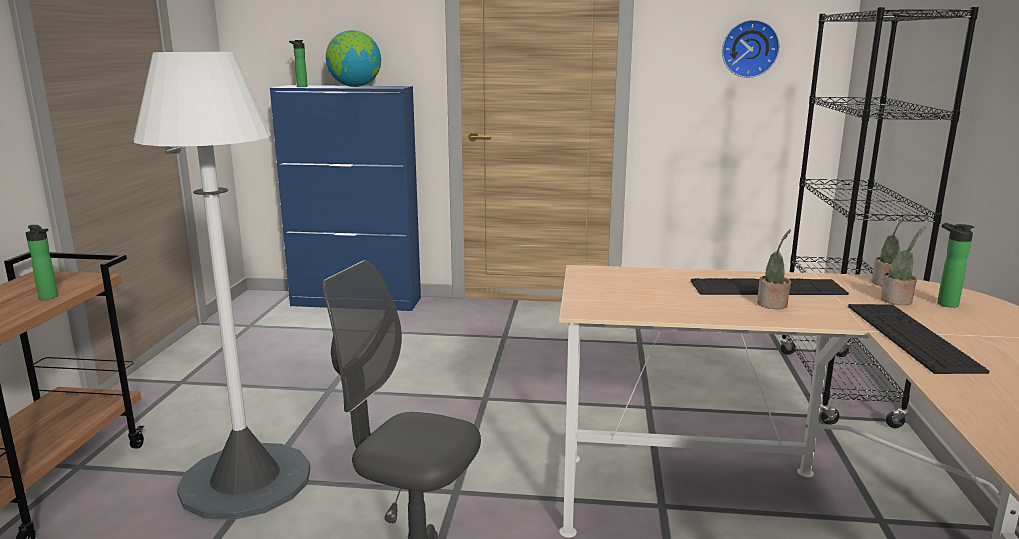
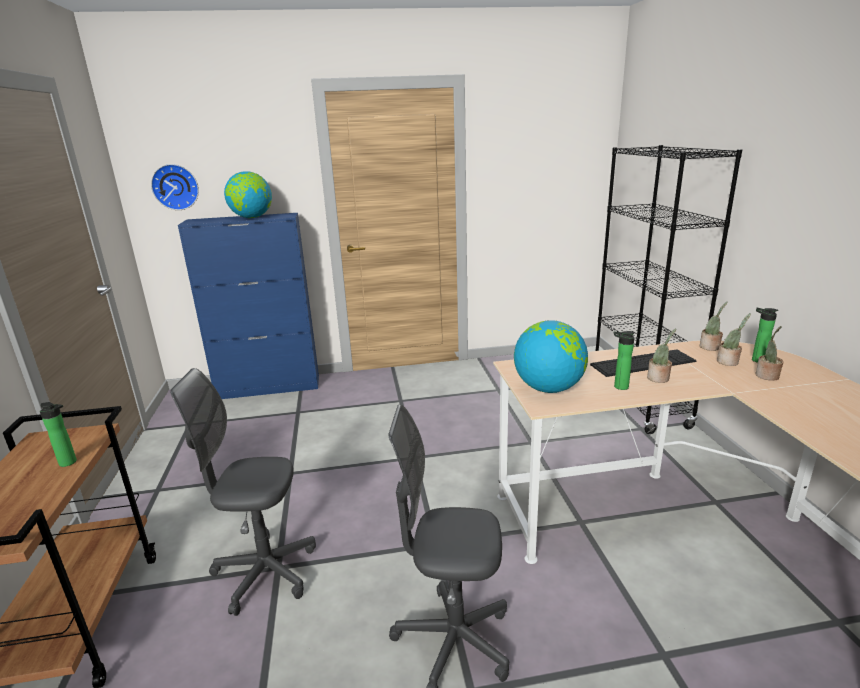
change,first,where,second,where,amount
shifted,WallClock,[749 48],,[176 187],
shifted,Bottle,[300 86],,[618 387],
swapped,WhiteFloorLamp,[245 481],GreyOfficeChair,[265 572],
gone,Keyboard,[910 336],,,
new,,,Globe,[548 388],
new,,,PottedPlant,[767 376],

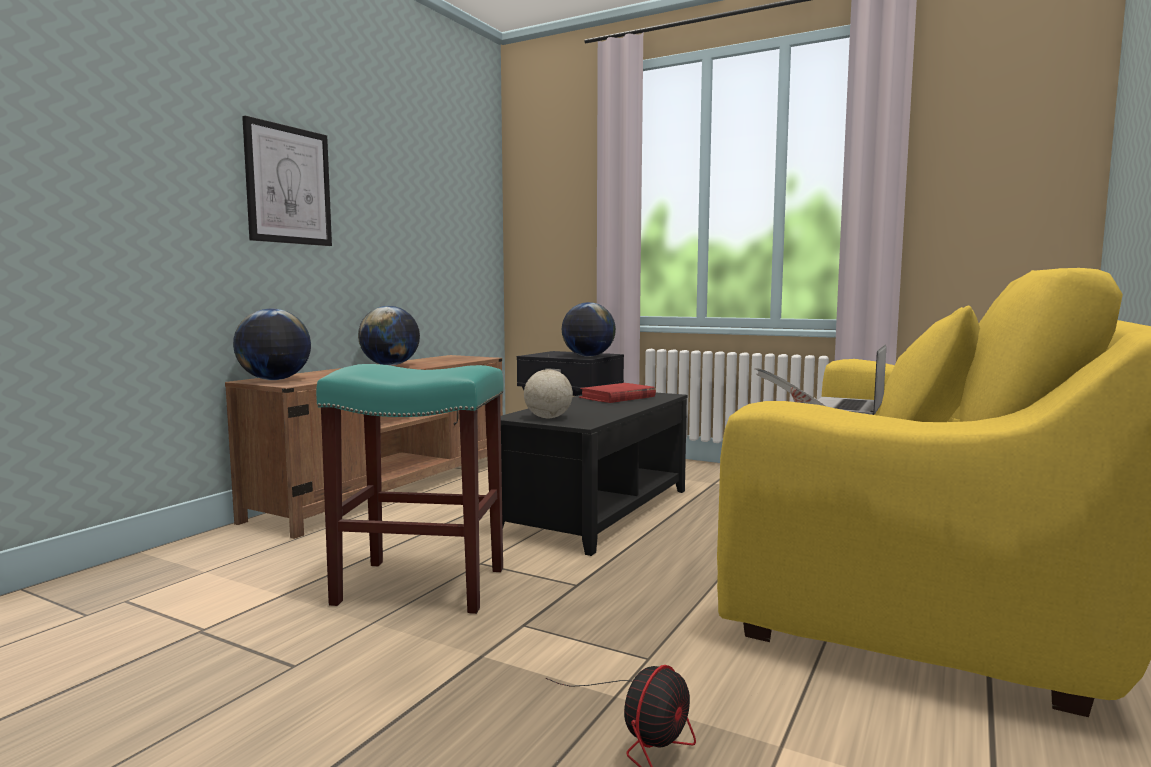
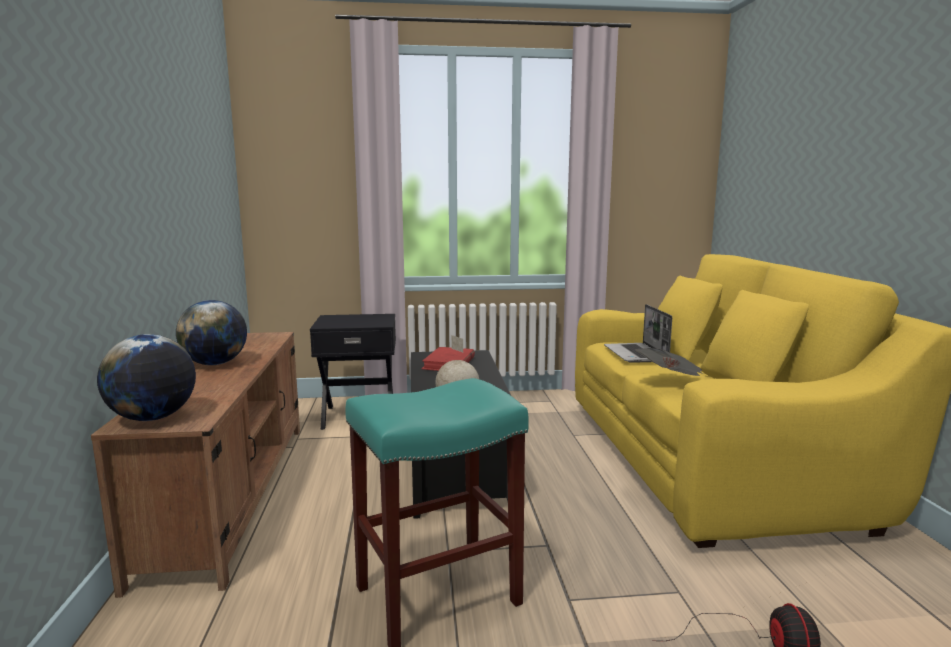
change,first,where,second,where,amount
gone,Picture,[288 185],,,
gone,Globe,[588 356],,,

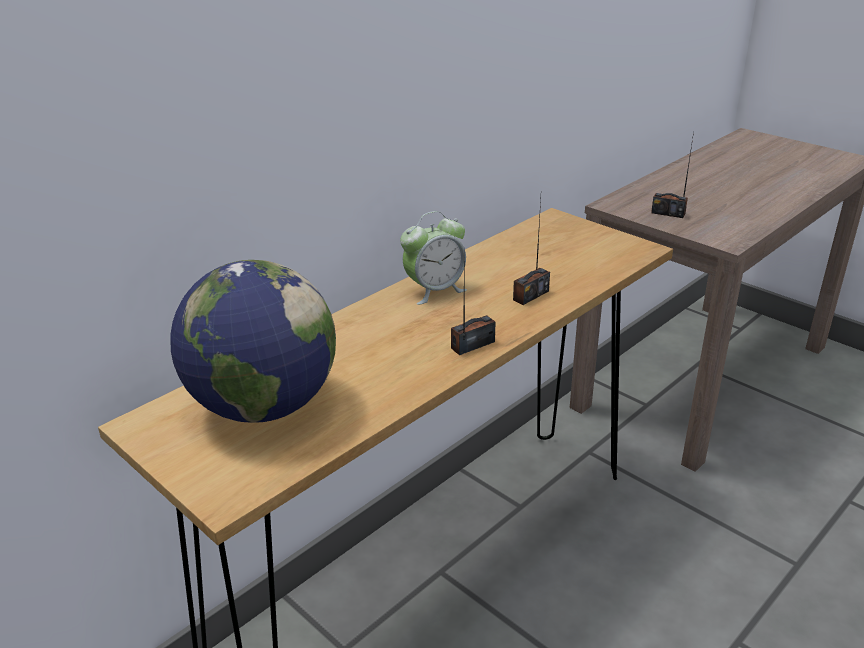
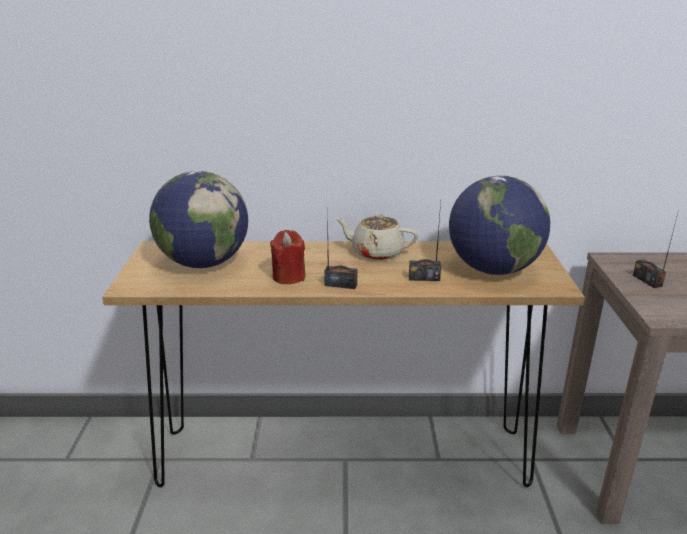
change,first,where,second,where,amount
swapped,AlarmClock,[434 290],BeigeTeapot,[376 252],
new,,,Globe,[493 269],
new,,,RedCandle,[289 277],

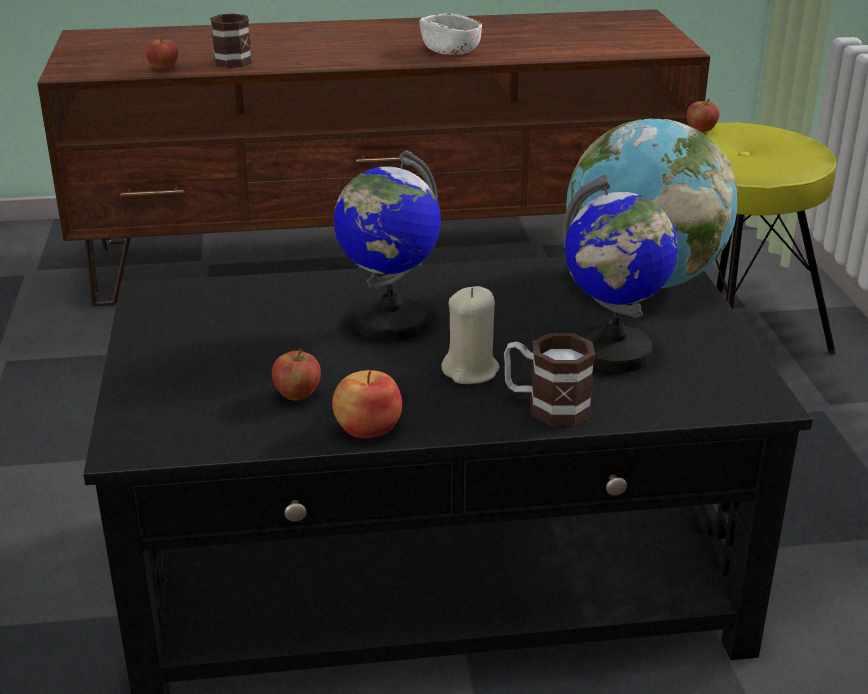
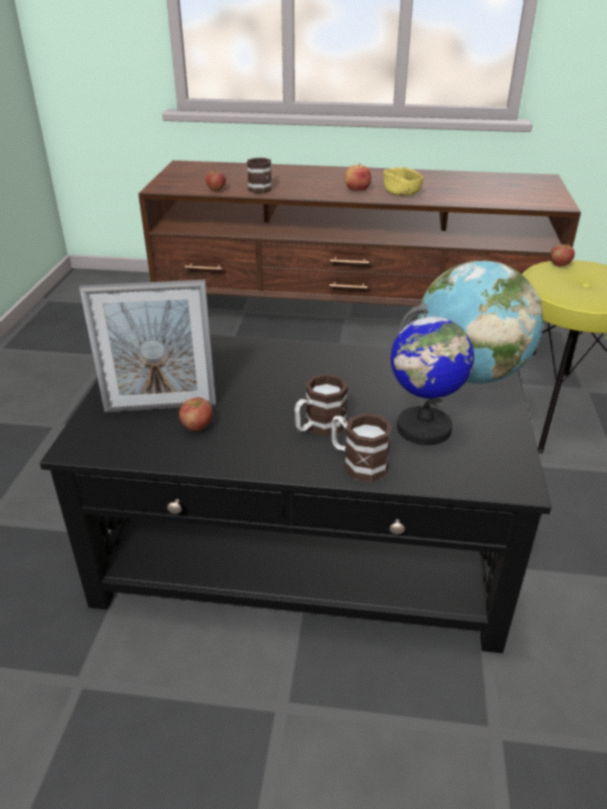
change,first,where,second,where,amount
repainted,WhiteBowl,[450 51],YellowBowl,[401 193],
gone,Globe,[389 323],,,
swapped,BeigeCandle,[471 371],Mug,[318 427],
shifted,Apple,[367 428],,[357 189],
new,,,PictureFrame,[160 407],

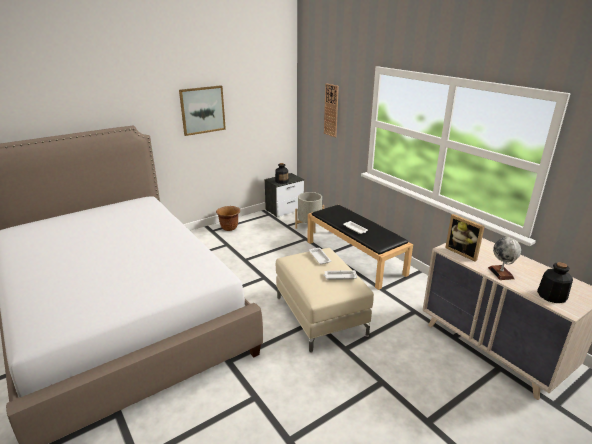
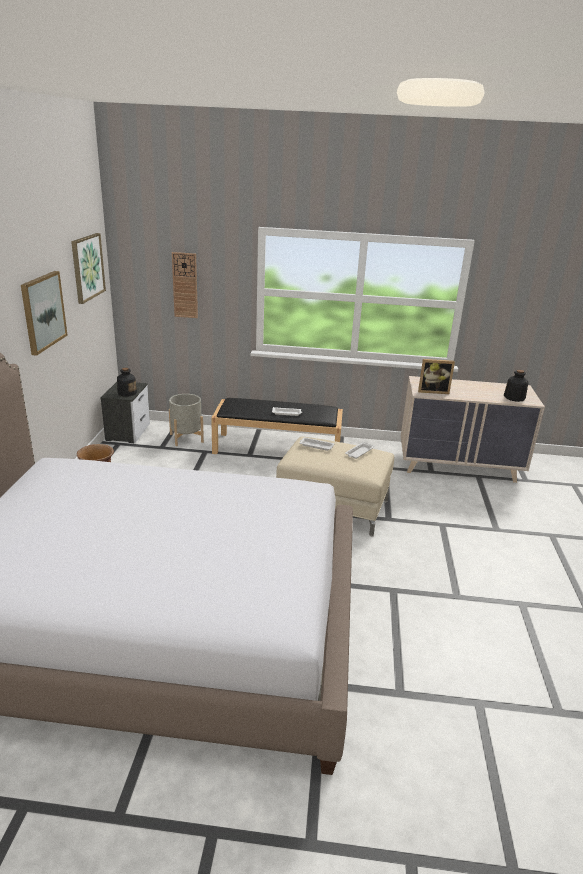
change,first,where,second,where,amount
gone,Globe,[501 273],,,
new,,,Picture,[87 267],

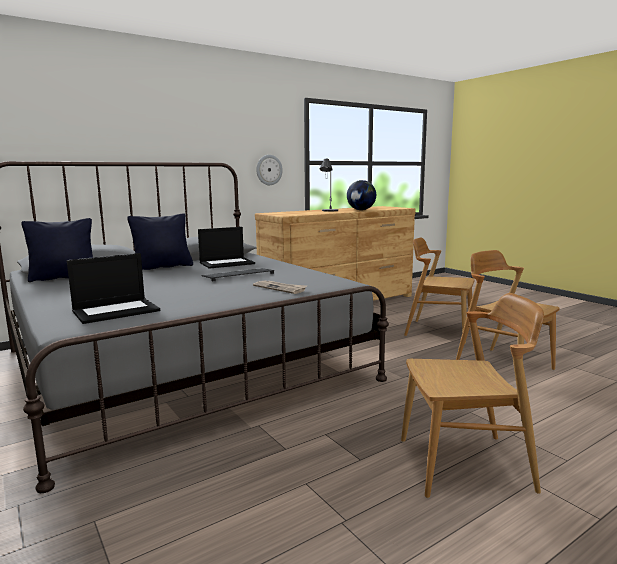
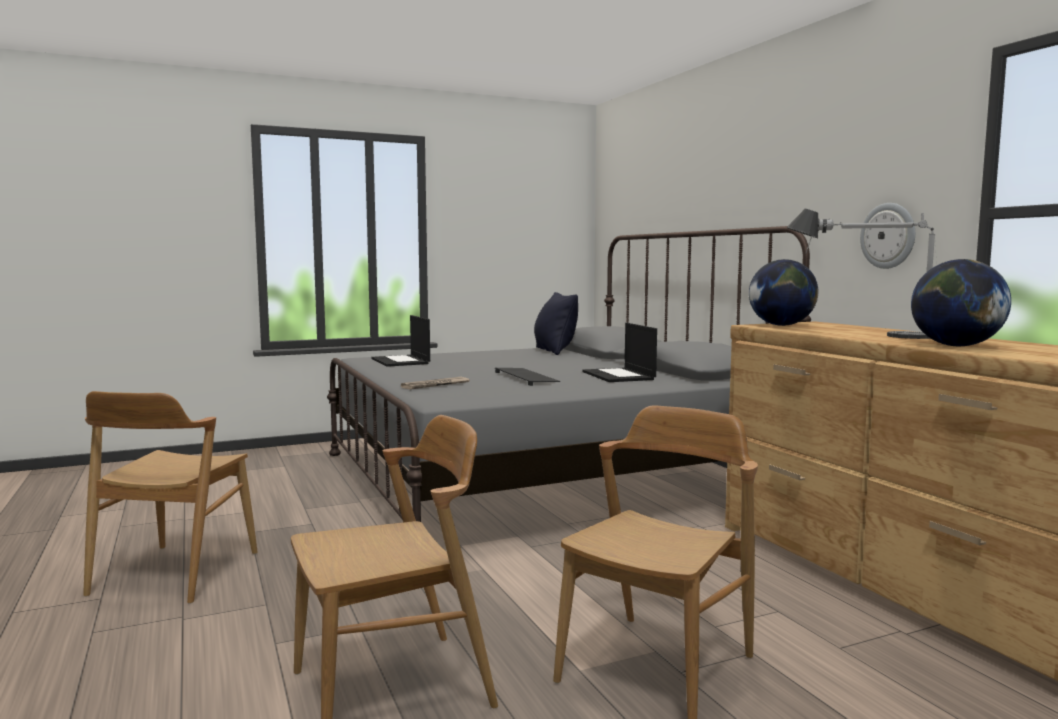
change,first,where,second,where,amount
gone,BlackPillow,[163 267],,,
new,,,Globe,[781 325],

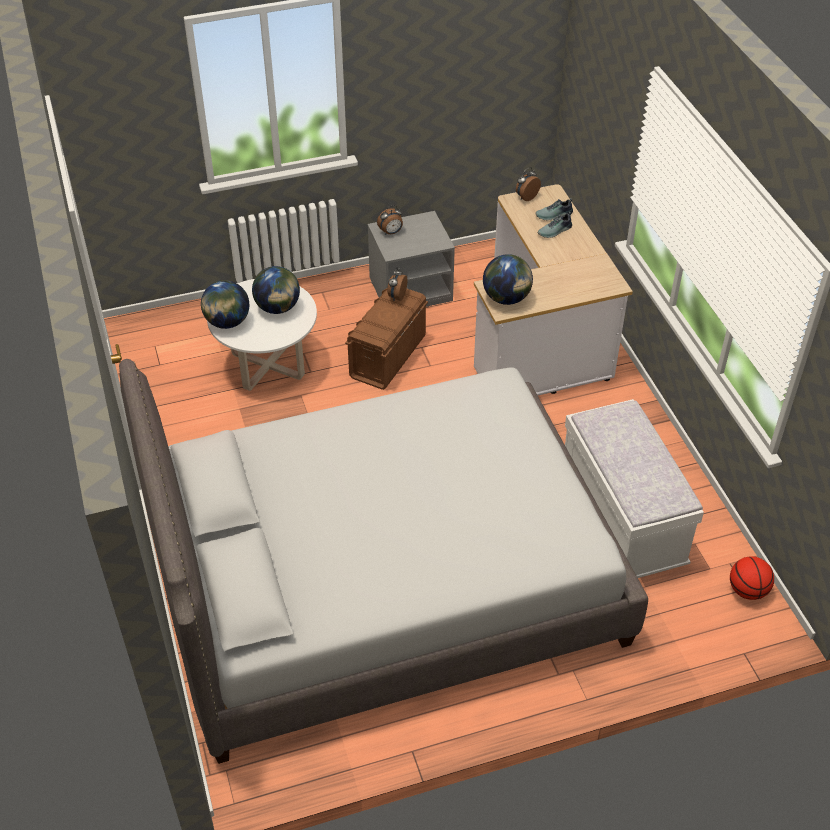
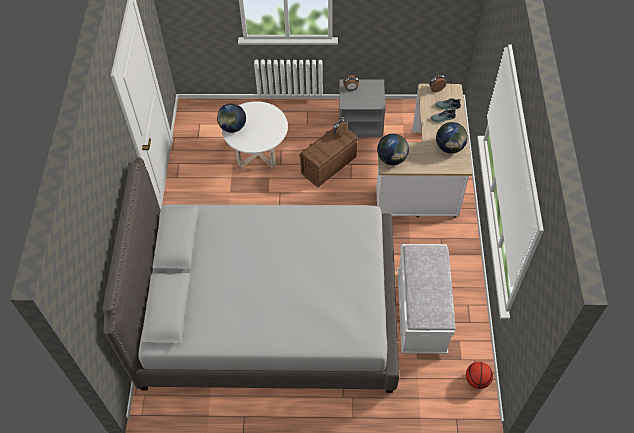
change,first,where,second,where,amount
shifted,Globe,[278 308],,[449 147],

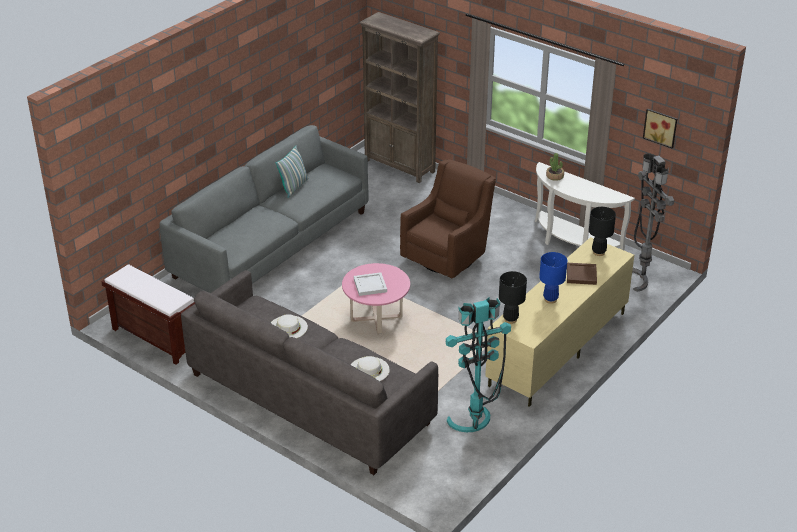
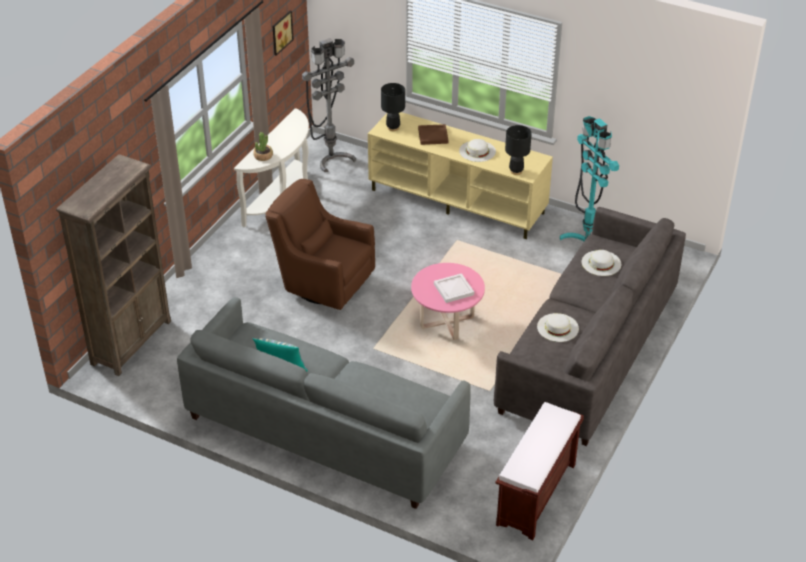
change,first,where,second,where,amount
swapped,BlueTableLamp,[550 299],WhiteHat,[477 151],

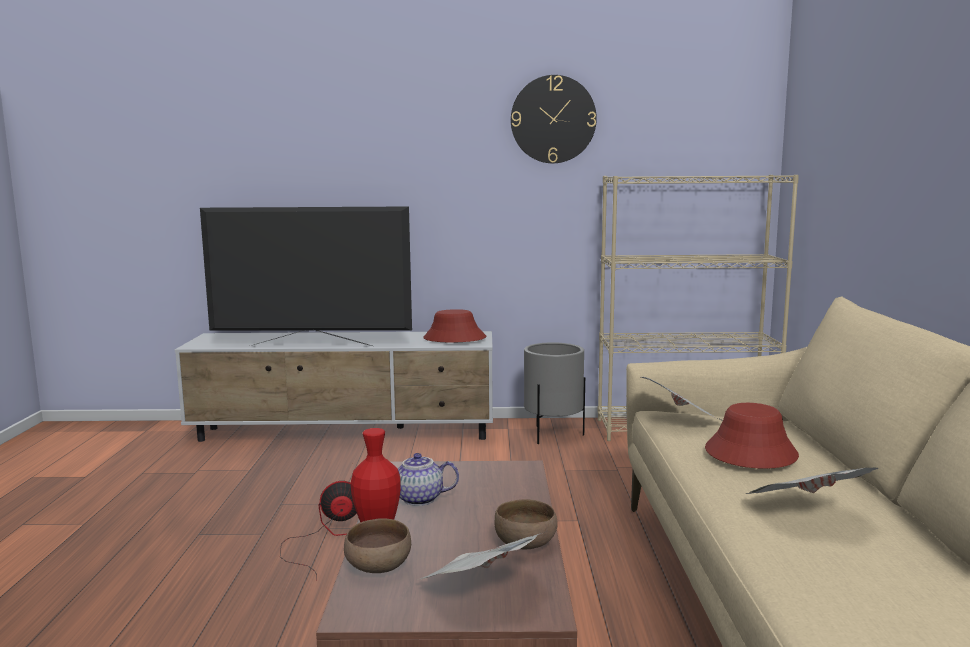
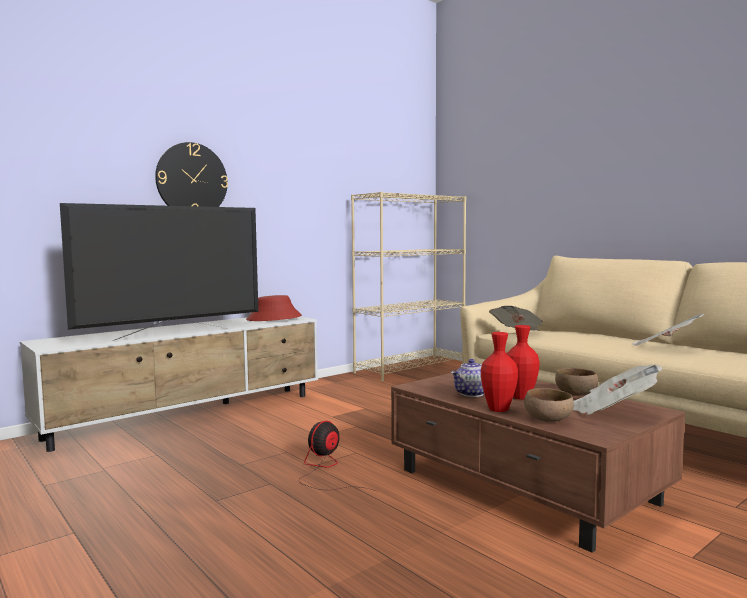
change,first,where,second,where,amount
shifted,WallClock,[553 119],,[192 180],
gone,GreyPlanter,[552 435],,,
gone,RedHat,[750 453],,,
new,,,RedVase,[521 397],

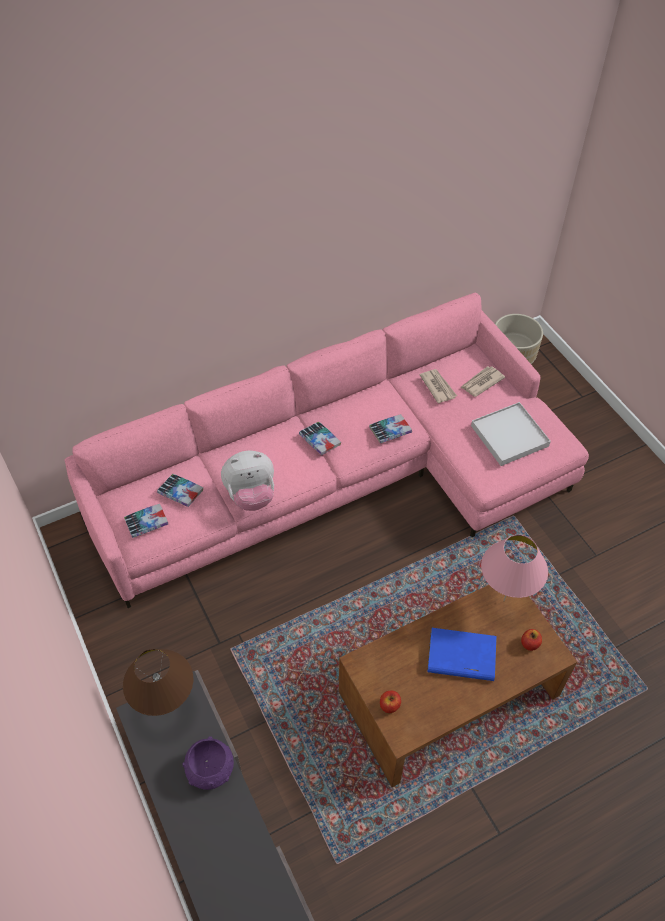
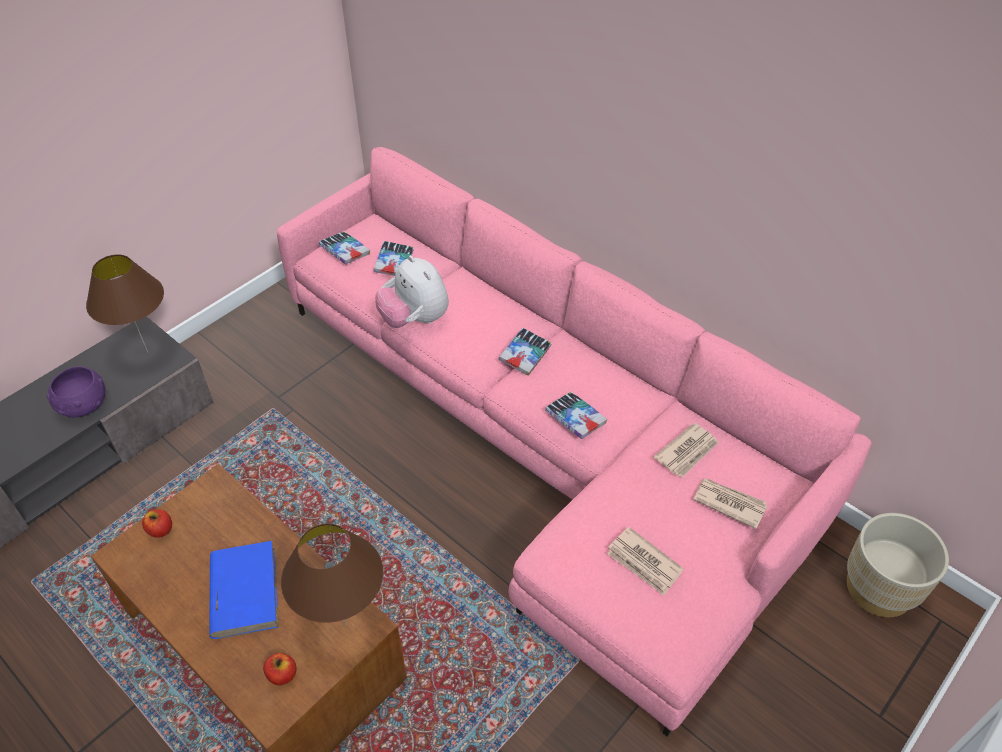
change,first,where,second,where,amount
swapped,WhiteTray,[509 436],Newspaper,[644 563],
repainted,PinkTableLamp,[503 600],BrownTableLamp,[346 624],

